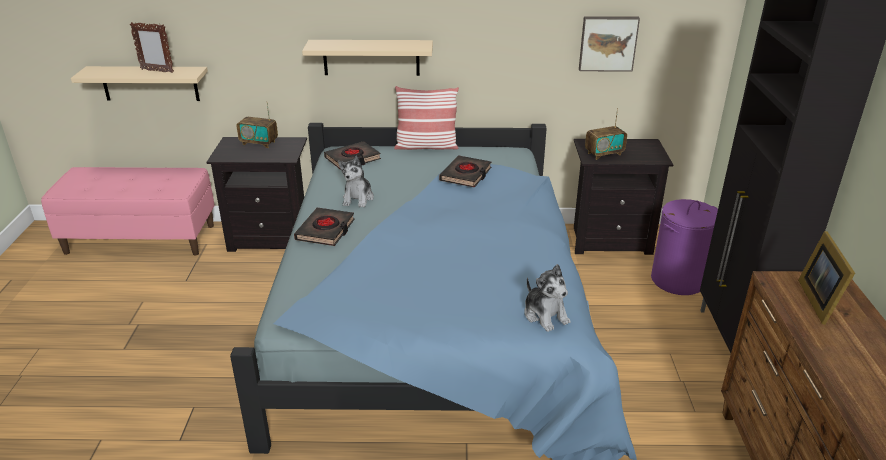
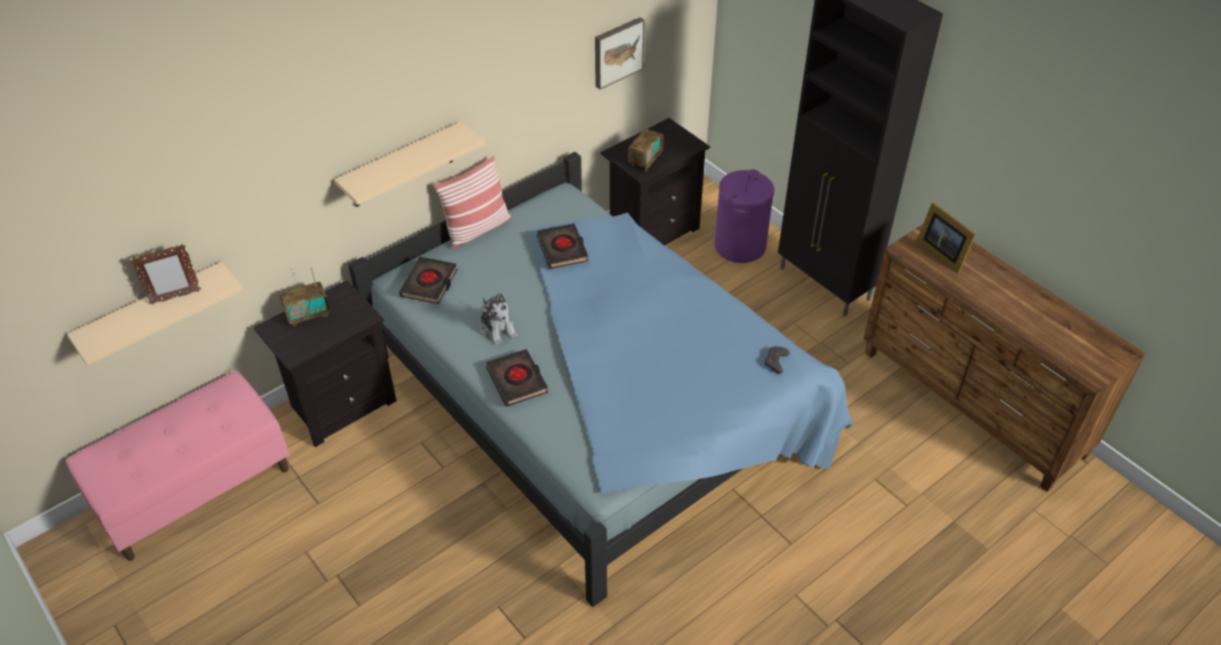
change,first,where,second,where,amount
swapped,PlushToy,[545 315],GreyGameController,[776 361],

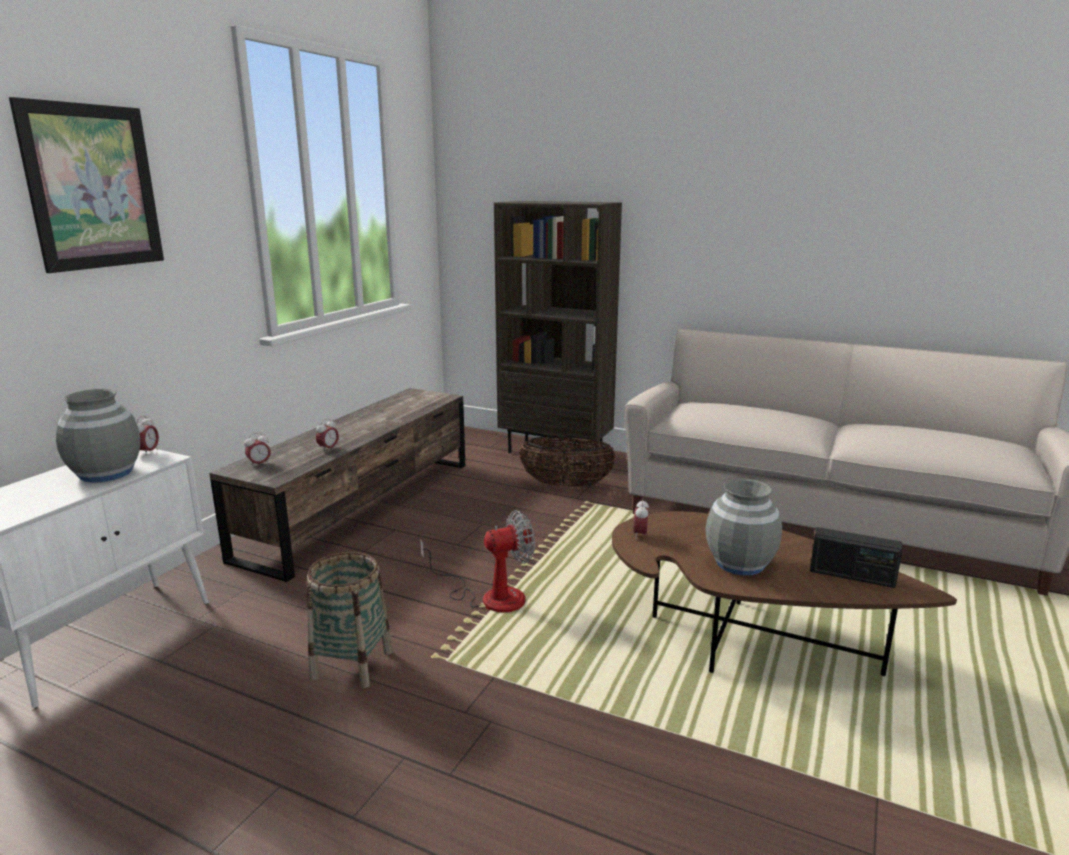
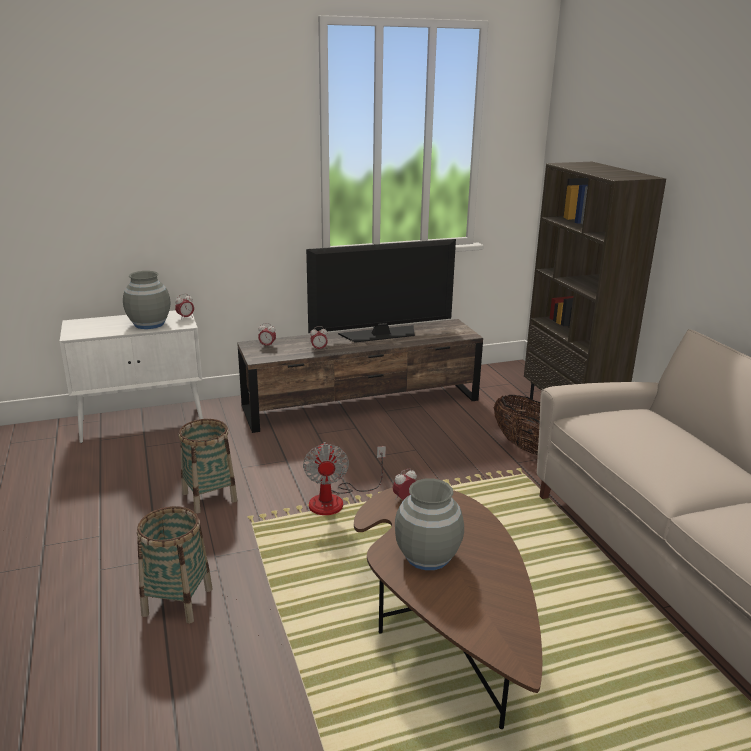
change,first,where,second,where,amount
gone,Picture,[93 187],,,
rotated,Fan,[490 596],,[336 500],60 degrees clockwise
gone,Radio,[852 576],,,
new,,,Television,[381 334],
new,,,Basket,[177 601],

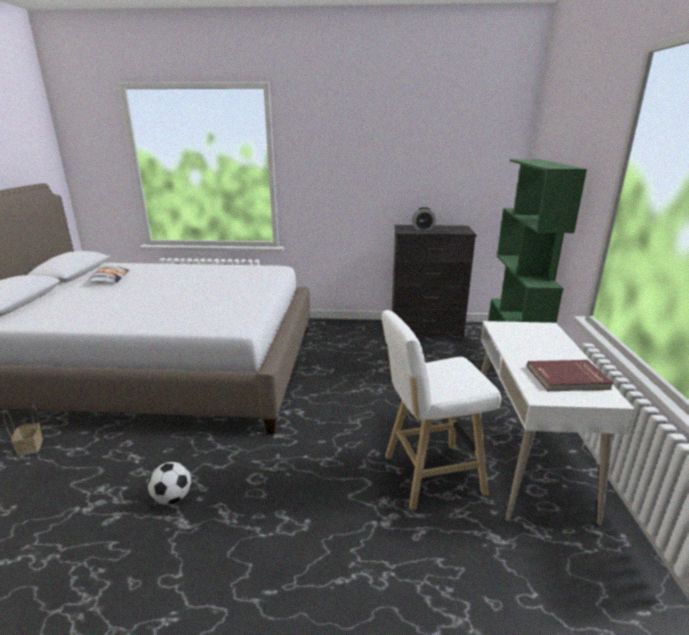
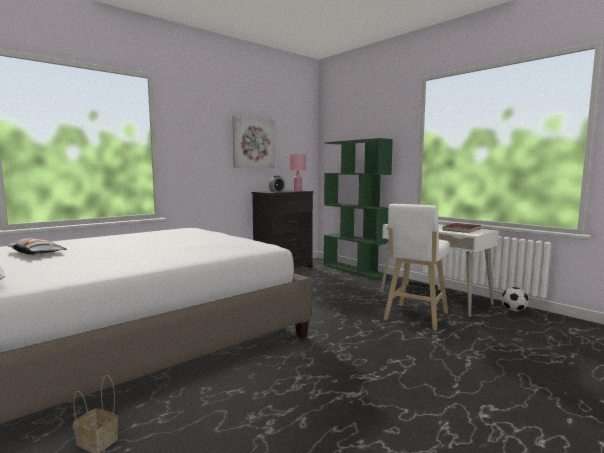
change,first,where,second,where,amount
shifted,Football,[172 498],,[514 310],
new,,,Picture,[253 143],
new,,,PinkTableLamp,[297 191],

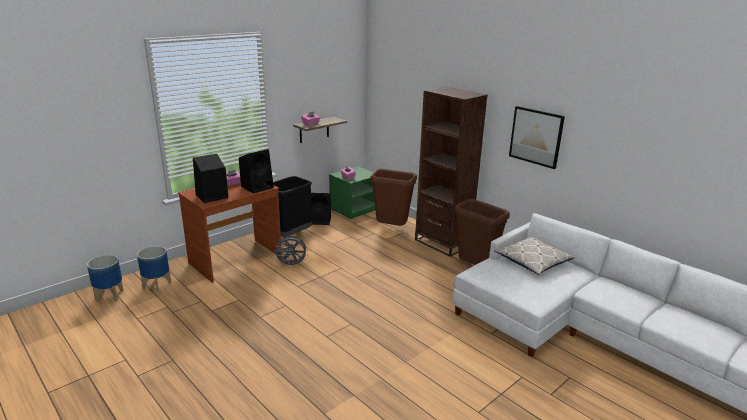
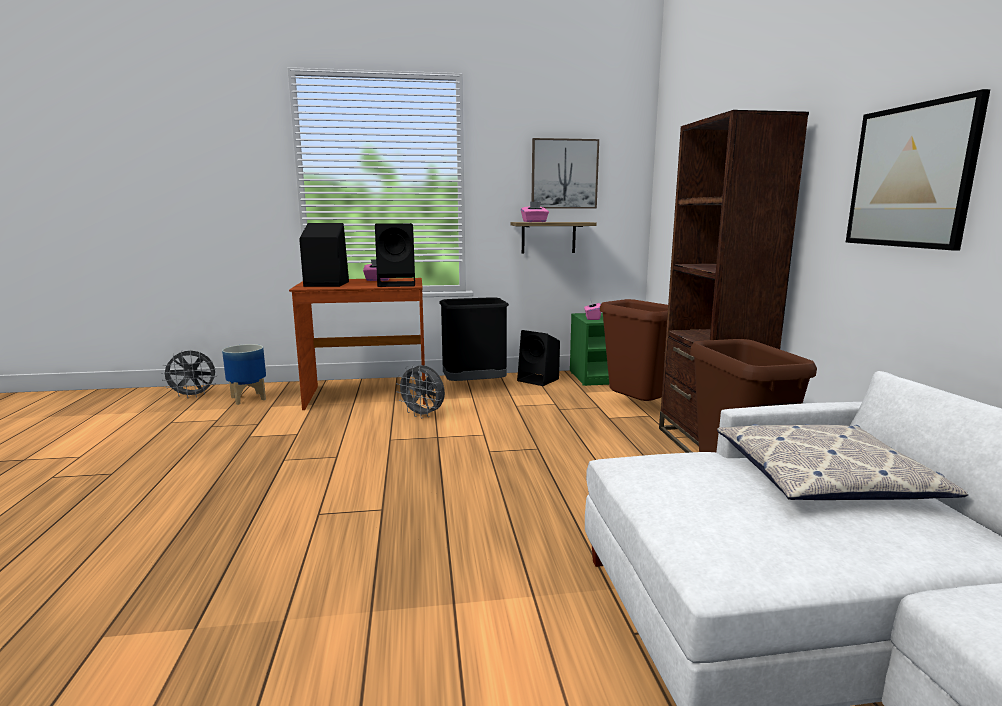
change,first,where,second,where,amount
swapped,Planter,[109 295],GreyFan,[193 396],
new,,,Picture,[564 174],

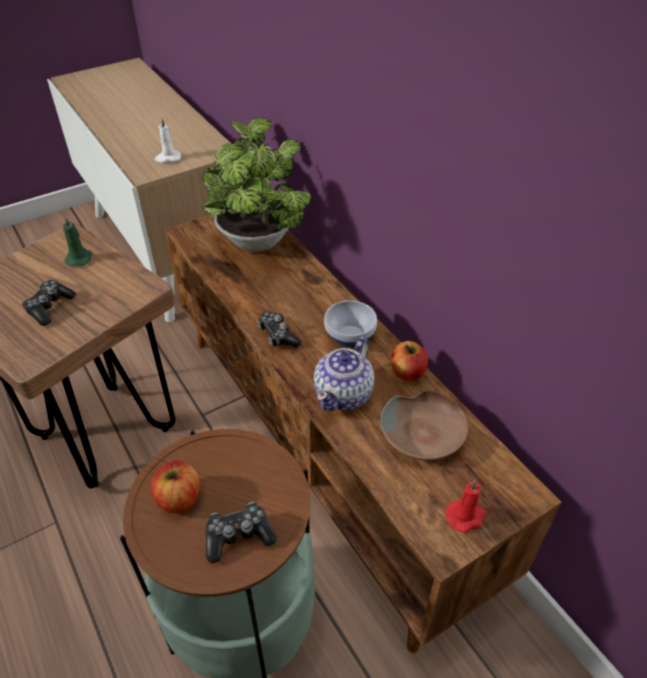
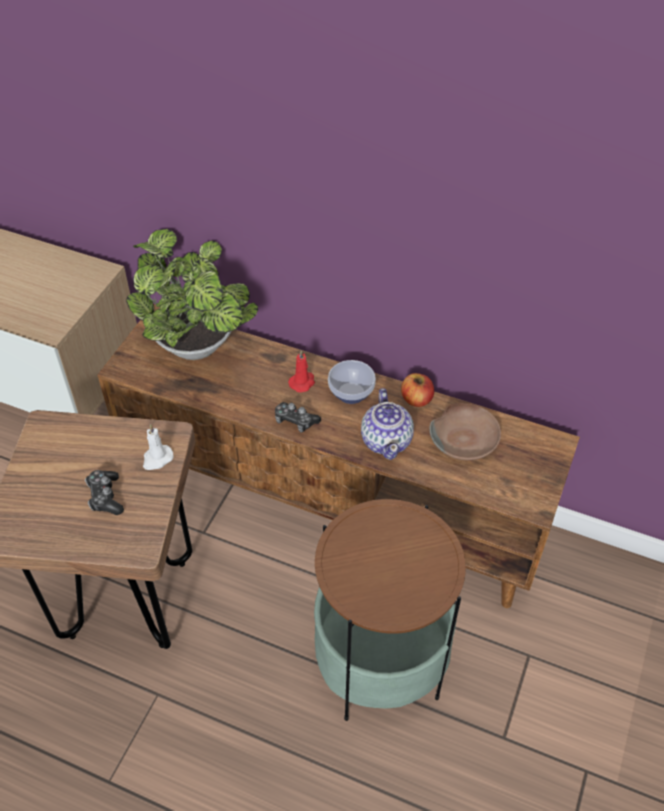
change,first,where,second,where,amount
shifted,WhiteCandle,[168 158],,[157 459],
gone,GreenCandle,[79 258],,,
gone,Apple,[179 498],,,
shifted,RedCandle,[466 516],,[302 382],
gone,GameController,[238 536],,,

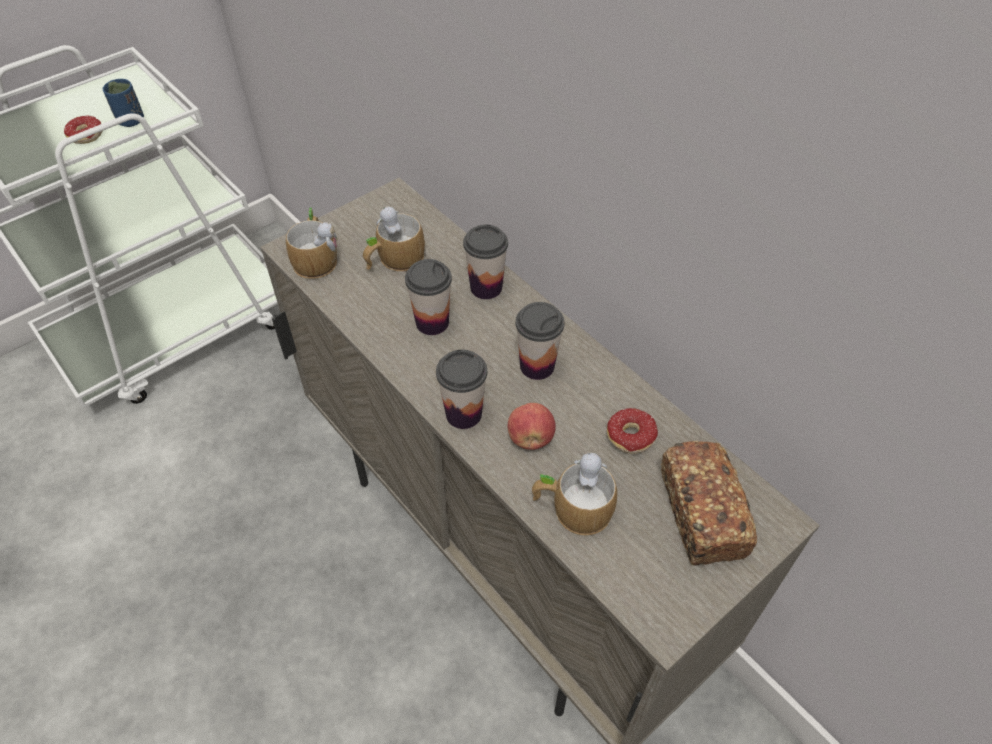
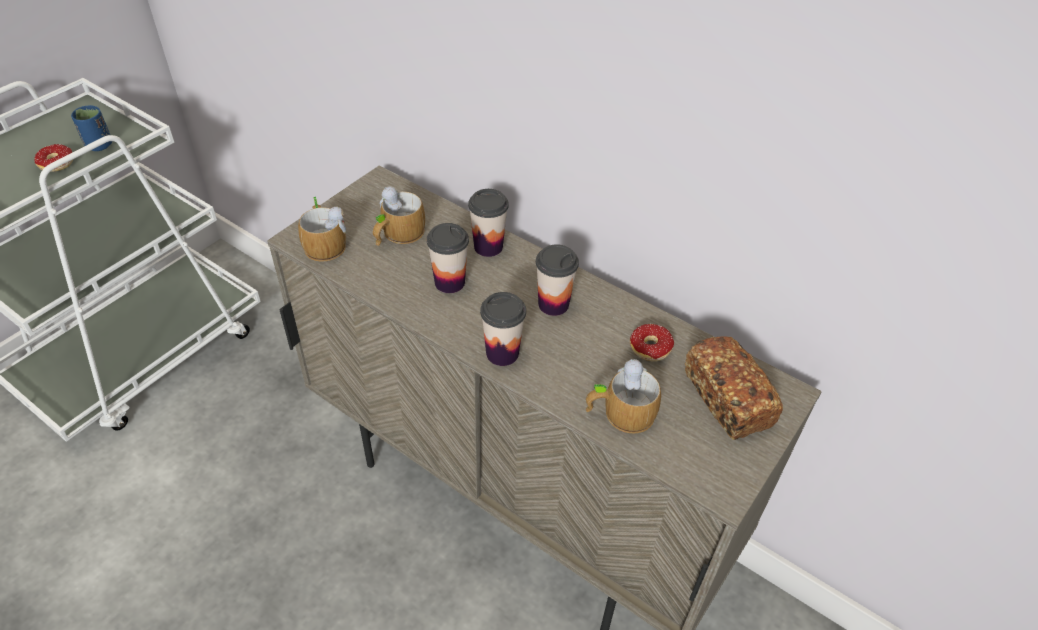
change,first,where,second,where,amount
gone,Apple,[530 438],,,

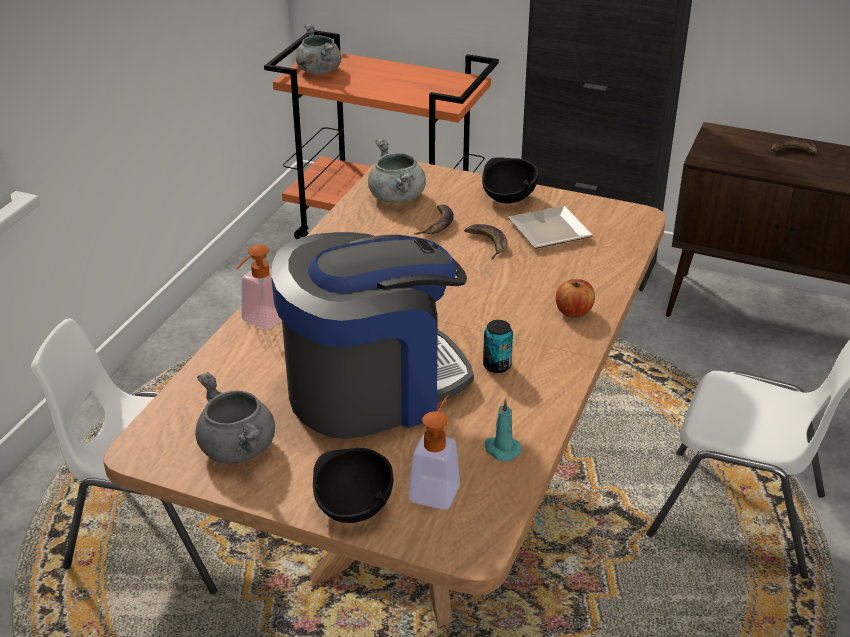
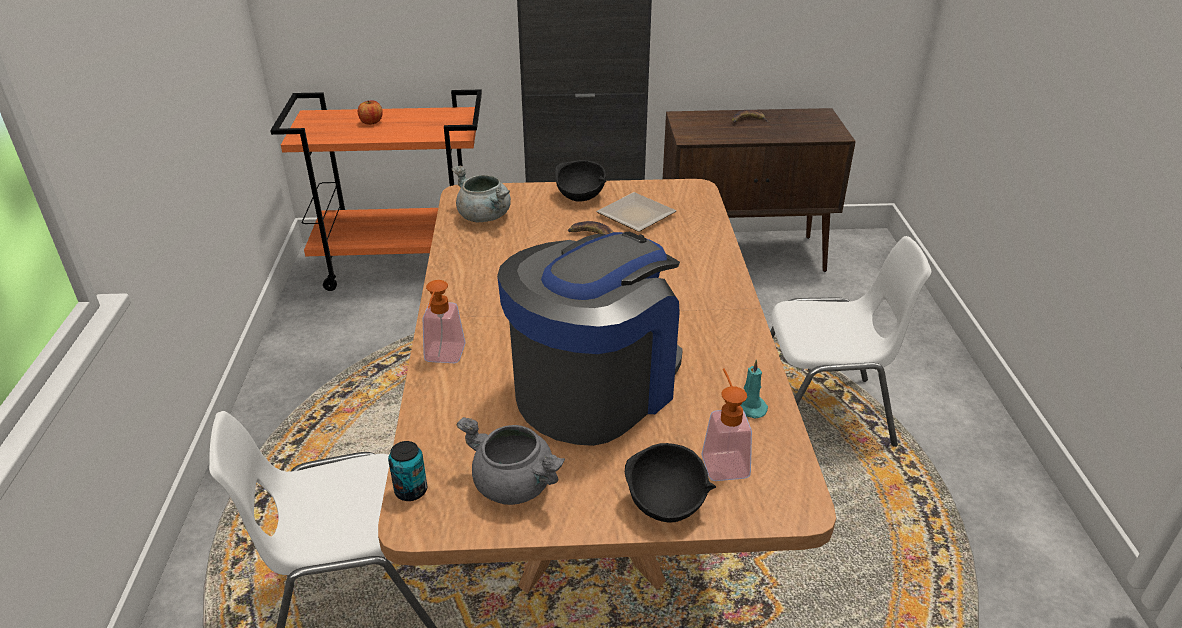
change,first,where,second,where,amount
gone,GreyCookingPot,[318 70],,,
gone,Banana,[437 224],,,
shifted,Apple,[573 311],,[371 122],
shifted,Can,[497 365],,[411 491],

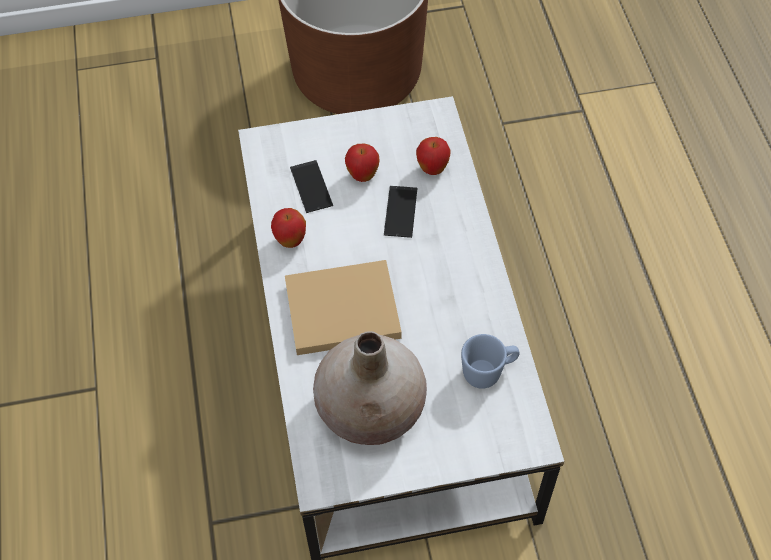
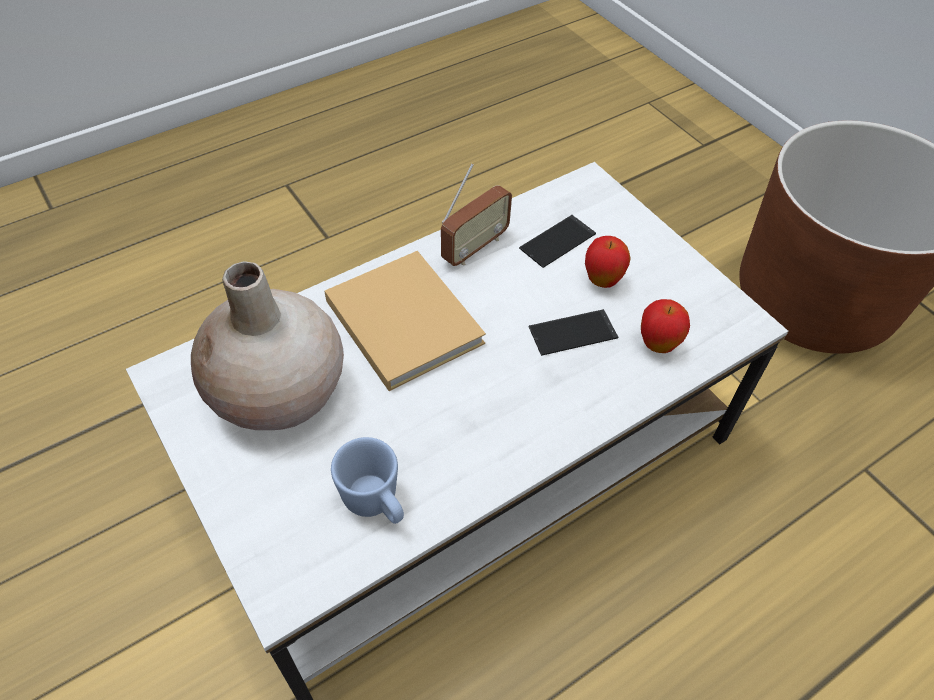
change,first,where,second,where,amount
swapped,Apple,[290 240],Radio,[474 248],

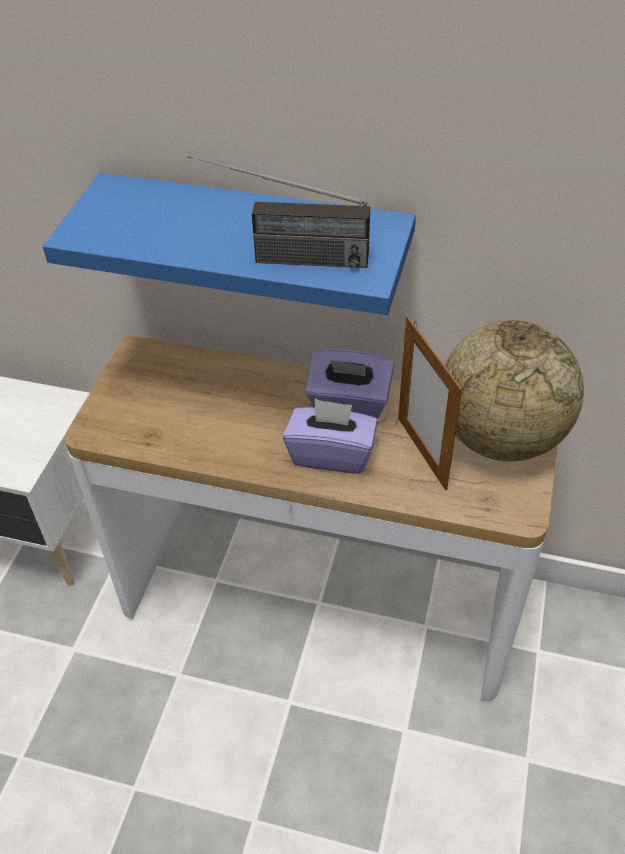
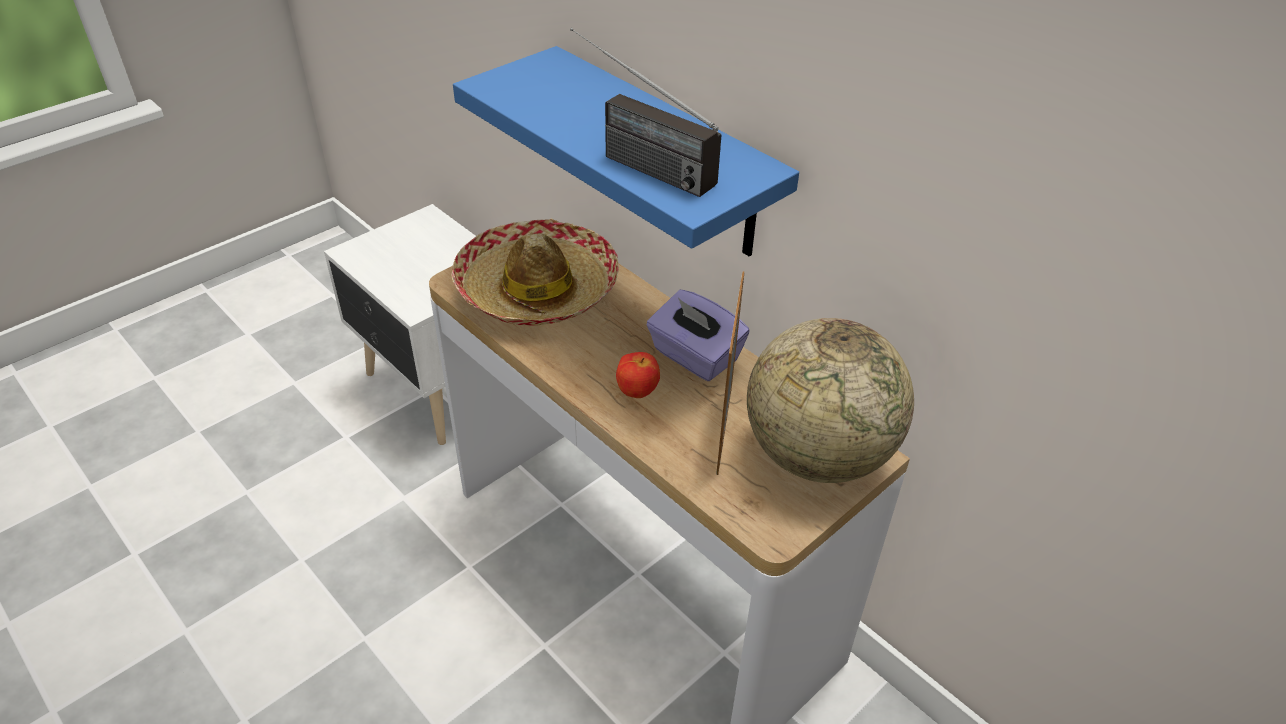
change,first,where,second,where,amount
swapped,PurpleTissueBox,[331 454],Apple,[637 392],
new,,,Hat,[536 289],

